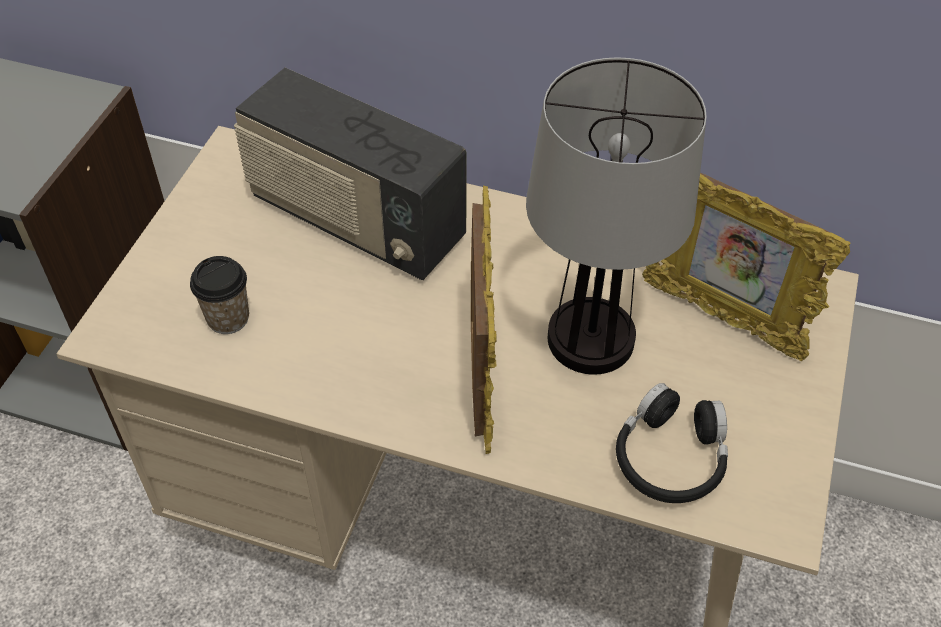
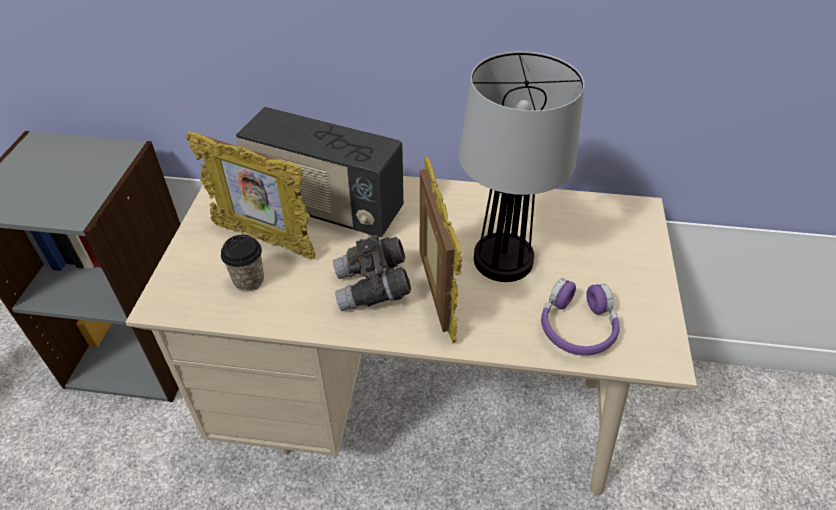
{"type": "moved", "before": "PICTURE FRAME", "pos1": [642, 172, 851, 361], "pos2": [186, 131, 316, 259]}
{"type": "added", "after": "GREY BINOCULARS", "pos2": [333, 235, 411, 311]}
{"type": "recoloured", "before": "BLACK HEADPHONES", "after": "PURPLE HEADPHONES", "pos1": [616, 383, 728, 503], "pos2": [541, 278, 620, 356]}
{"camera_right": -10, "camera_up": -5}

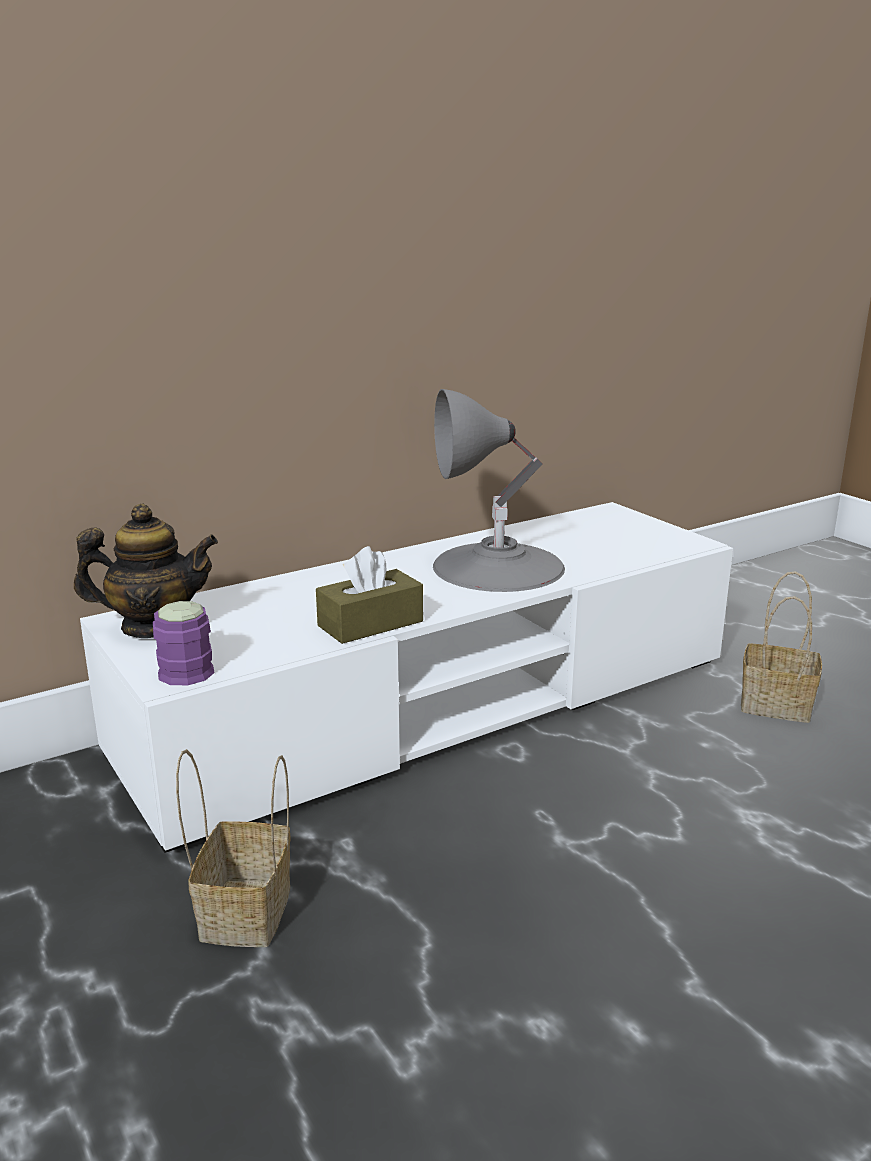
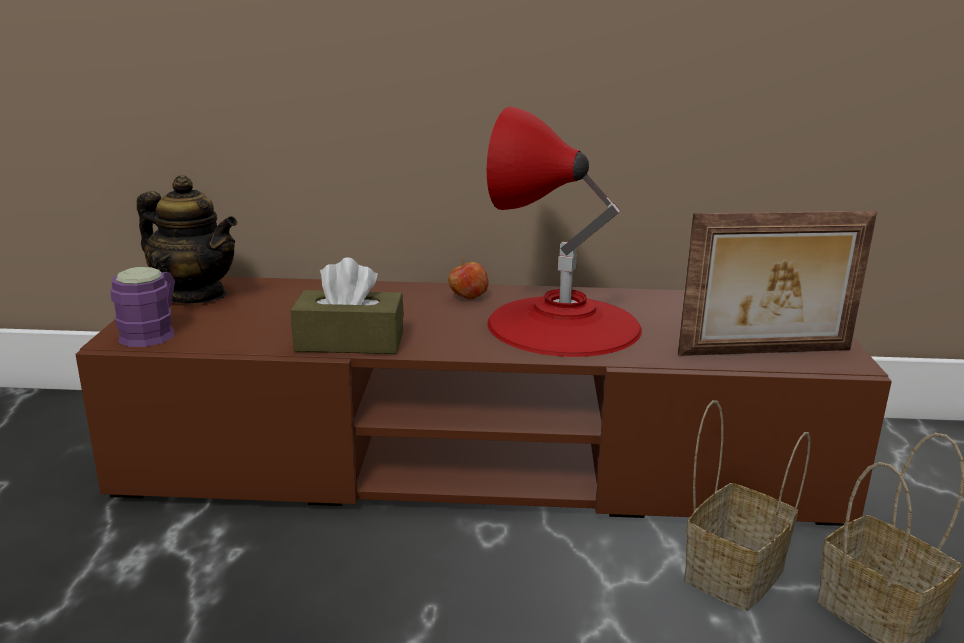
{"type": "recoloured", "before": "WHITE TV STAND", "after": "BROWN TV STAND", "pos1": [80, 502, 733, 853], "pos2": [75, 277, 892, 526]}
{"type": "added", "after": "APPLE", "pos2": [448, 259, 488, 300]}
{"type": "recoloured", "before": "GREY TABLE LAMP", "after": "RED TABLE LAMP", "pos1": [433, 389, 565, 592], "pos2": [487, 106, 642, 357]}
{"type": "added", "after": "PICTURE FRAME", "pos2": [678, 210, 877, 356]}
{"type": "moved", "before": "BASKET", "pos1": [176, 749, 290, 947], "pos2": [684, 400, 811, 611]}
{"camera_right": 35, "camera_up": 0}

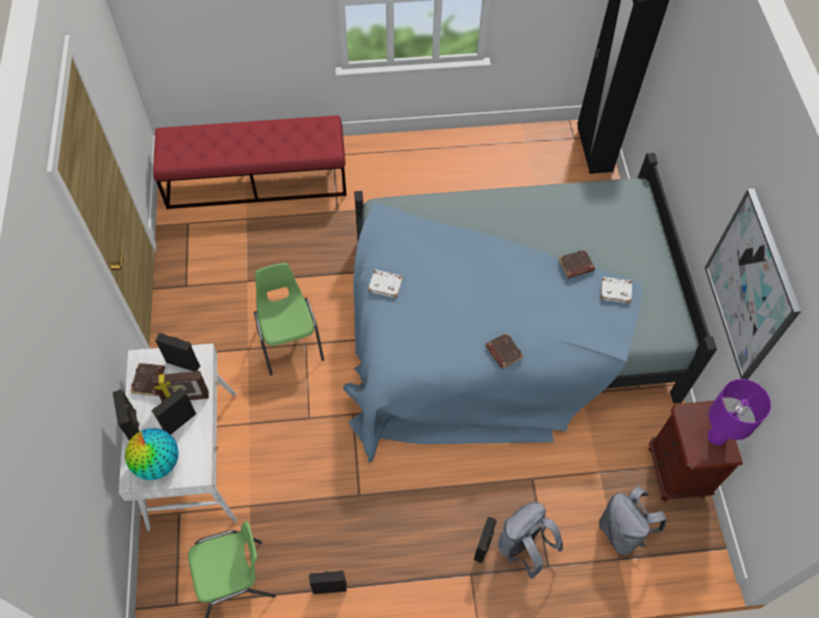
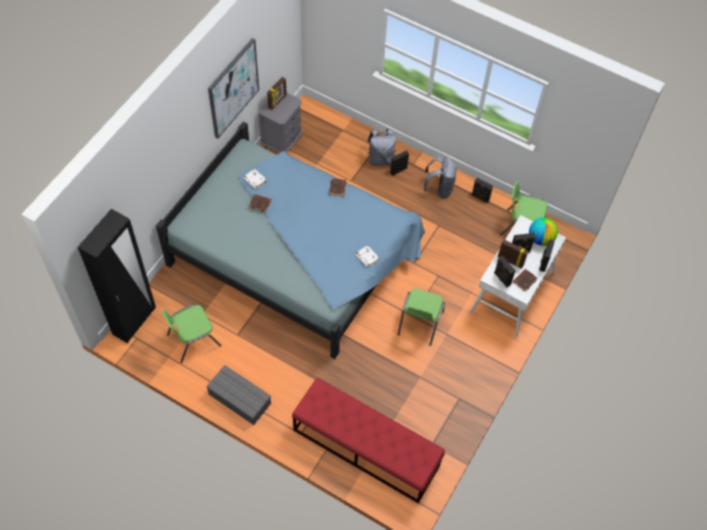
{"type": "added", "after": "GREEN CHAIR", "pos2": [162, 305, 222, 363]}
{"type": "added", "after": "GREY STORAGE BOX", "pos2": [206, 365, 271, 425]}
{"type": "recoloured", "before": "BROWN NIGHTSTAND", "after": "GREY NIGHTSTAND", "pos1": [648, 401, 743, 502], "pos2": [258, 92, 303, 153]}
{"type": "replaced", "before": "PURPLE TABLE LAMP", "after": "PICTURE FRAME", "pos1": [708, 379, 771, 446], "pos2": [267, 77, 287, 110]}
{"type": "moved", "before": "GREY BACKPACK", "pos1": [599, 487, 666, 555], "pos2": [424, 157, 457, 199]}
{"camera_right": -145, "camera_up": 0}

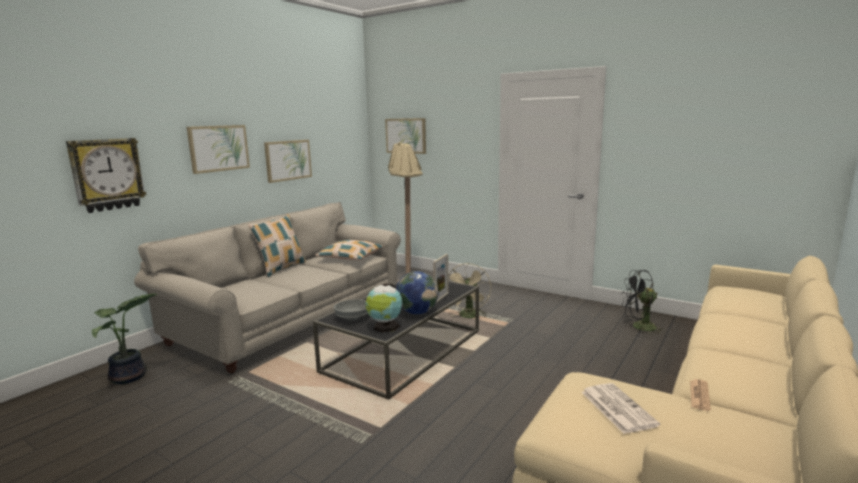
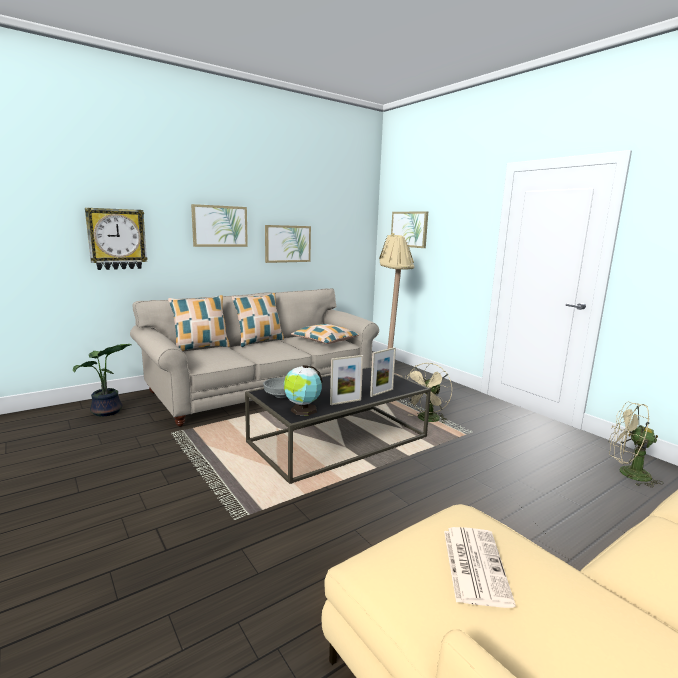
{"type": "added", "after": "PILLOW", "pos2": [168, 295, 230, 351]}
{"type": "replaced", "before": "GLOBE", "after": "PICTURE FRAME", "pos1": [396, 271, 438, 314], "pos2": [330, 355, 363, 405]}
{"type": "recoloured", "before": "BLACK FAN", "after": "BEIGE FAN", "pos1": [621, 270, 665, 335], "pos2": [609, 402, 664, 488]}
{"type": "removed", "before": "NEWSPAPER", "pos1": [690, 379, 711, 411]}
{"camera_right": 20, "camera_up": 0}

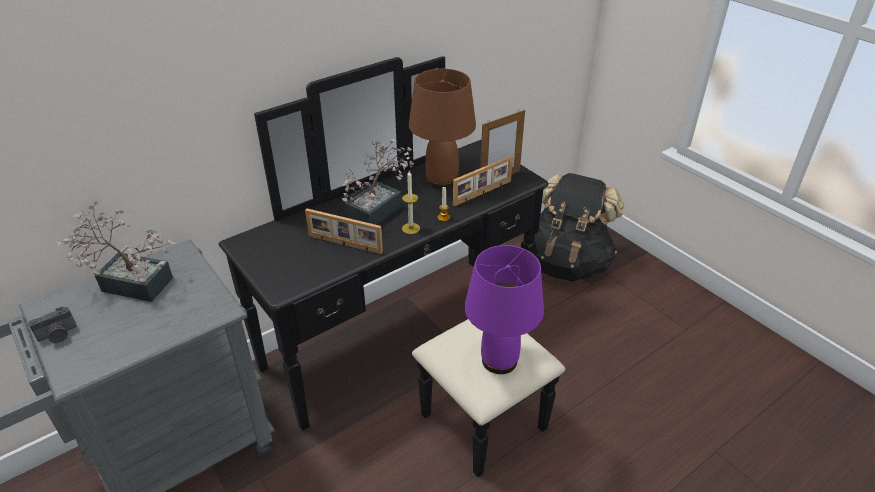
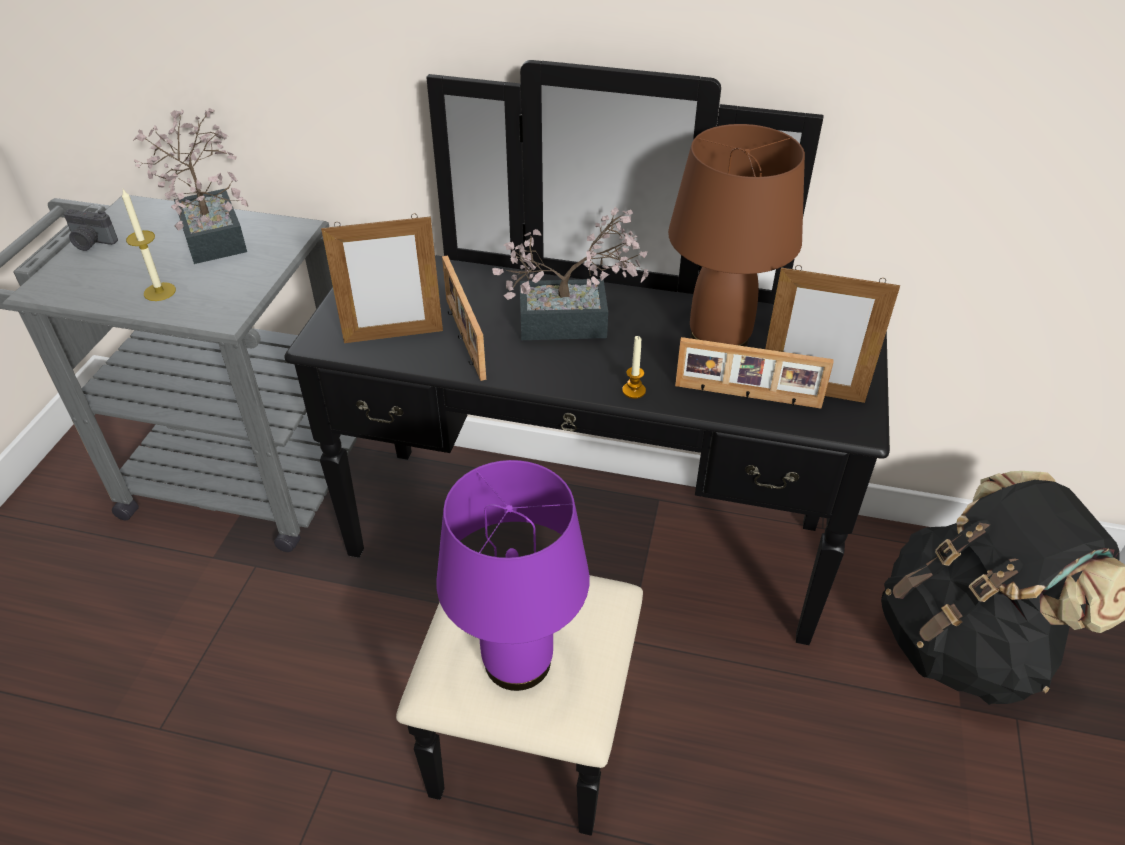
{"type": "moved", "before": "CANDLE", "pos1": [402, 171, 420, 234], "pos2": [122, 189, 176, 301]}
{"type": "added", "after": "PICTURE FRAME", "pos2": [321, 214, 443, 343]}
{"camera_right": 50, "camera_up": 5}

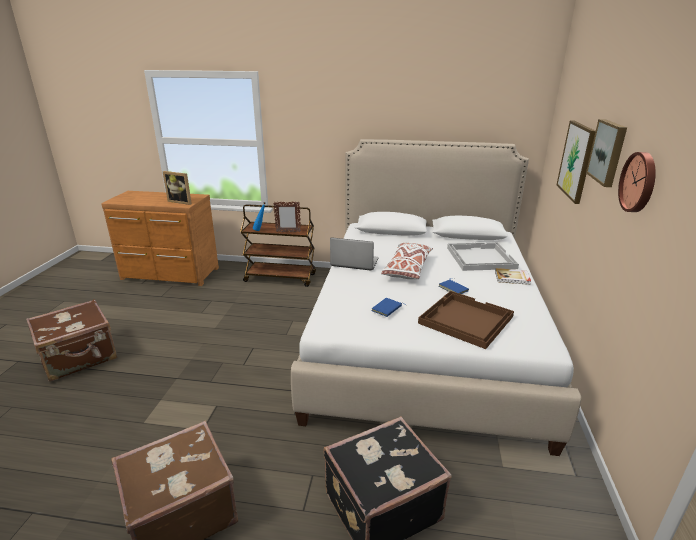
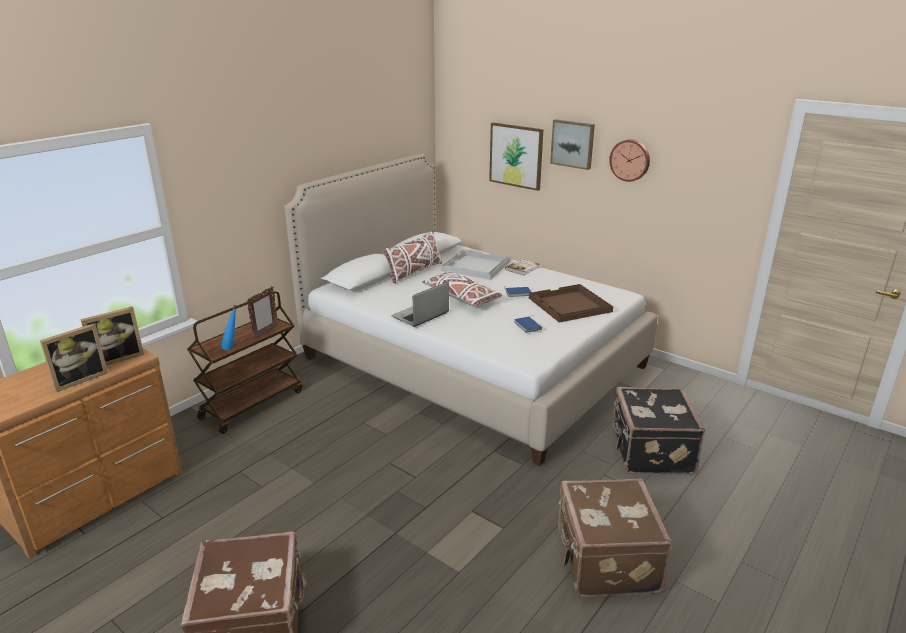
{"type": "added", "after": "PICTURE FRAME", "pos2": [40, 323, 108, 392]}
{"type": "added", "after": "WHITE PILLOW", "pos2": [382, 230, 442, 283]}
{"camera_right": -60, "camera_up": 0}

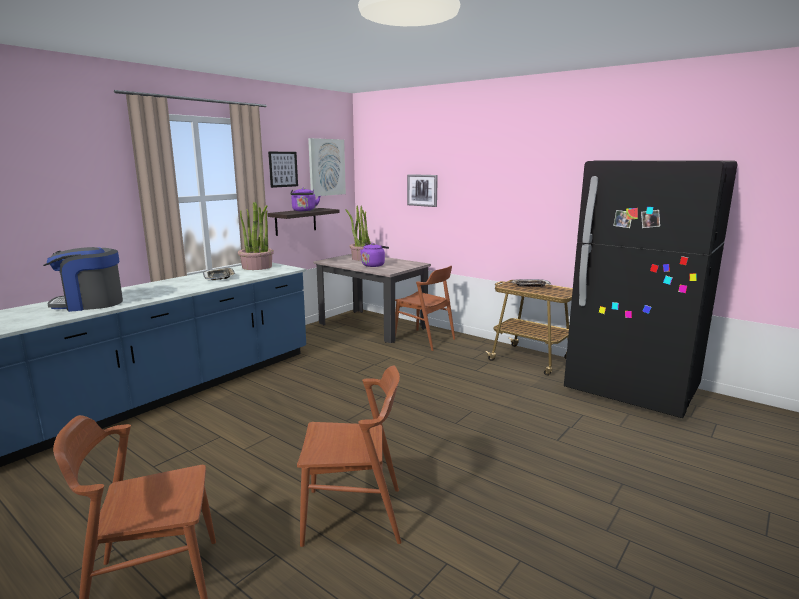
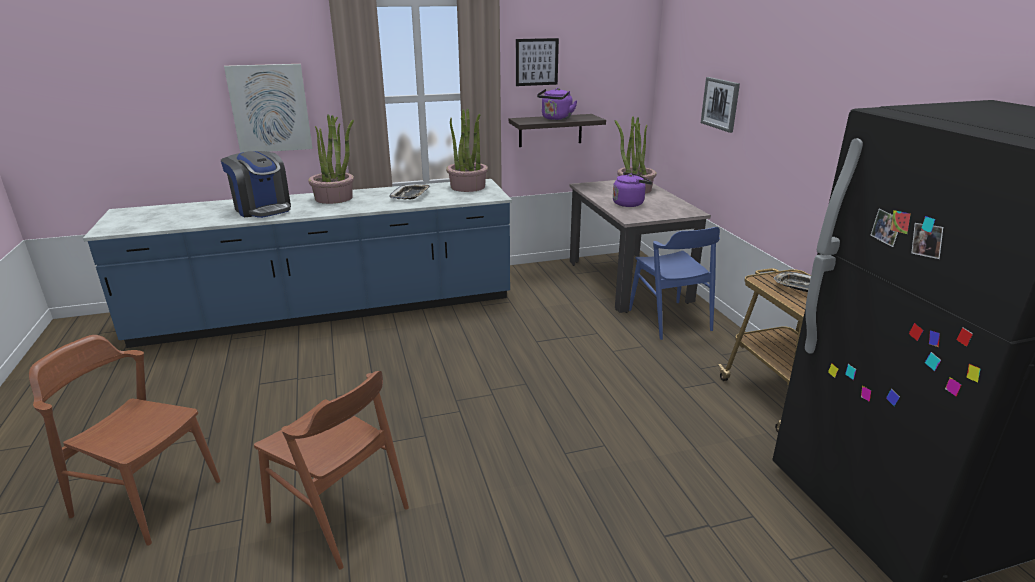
{"type": "turned", "before": "COFFEE MACHINE", "pos1": [43, 247, 123, 312], "pos2": [221, 151, 291, 218], "turn": -150}
{"type": "moved", "before": "PICTURE", "pos1": [308, 138, 346, 196], "pos2": [224, 64, 313, 153]}
{"type": "added", "after": "POTTED PLANT", "pos2": [308, 114, 354, 204]}
{"type": "recoloured", "before": "BROWN CHAIR", "after": "BLUE CHAIR", "pos1": [395, 266, 455, 351], "pos2": [629, 227, 720, 340]}
{"camera_right": 35, "camera_up": 10}

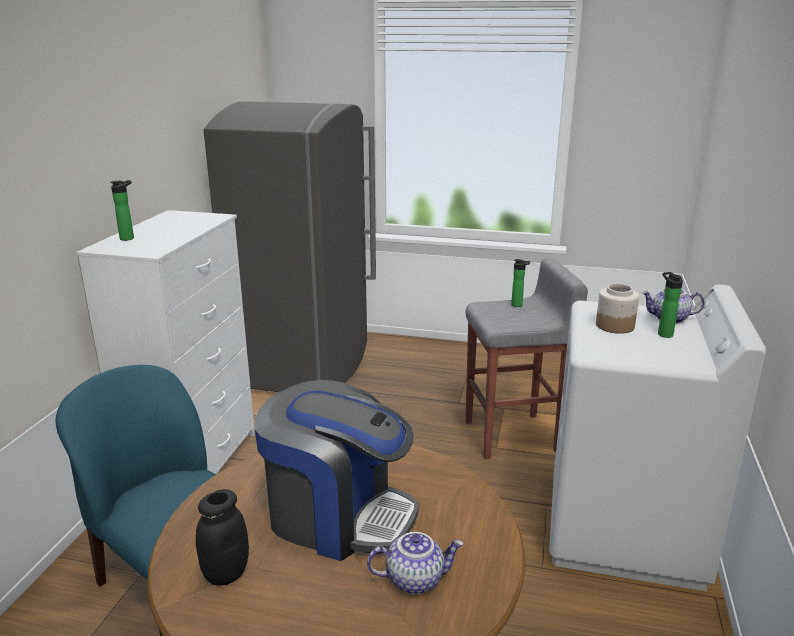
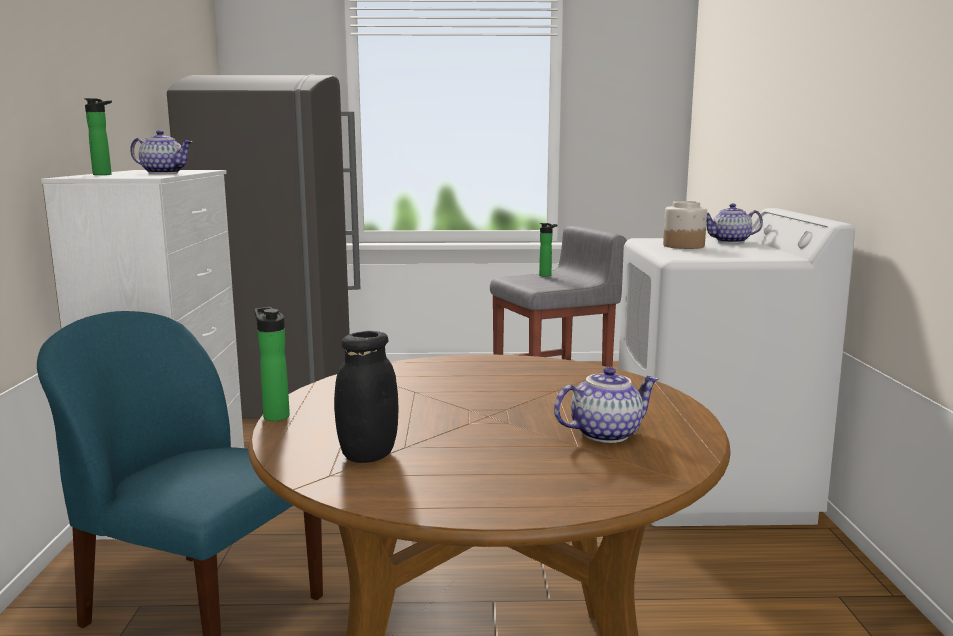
{"type": "added", "after": "TEAPOT", "pos2": [130, 130, 192, 174]}
{"type": "moved", "before": "BOTTLE", "pos1": [658, 272, 683, 338], "pos2": [254, 307, 290, 421]}
{"type": "removed", "before": "COFFEE MACHINE", "pos1": [255, 380, 419, 561]}
{"camera_right": -15, "camera_up": -10}

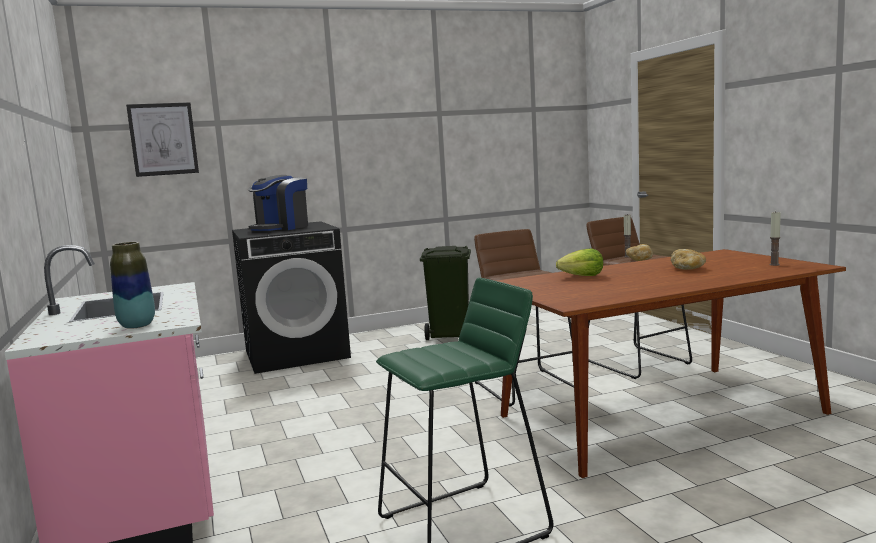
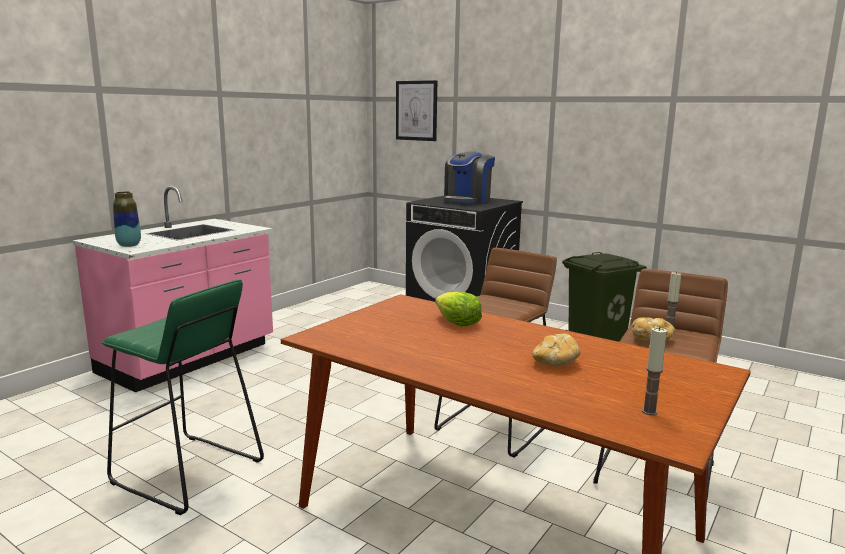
{"type": "turned", "before": "COFFEE MACHINE", "pos1": [248, 175, 308, 231], "pos2": [444, 151, 495, 204], "turn": -60}
{"camera_right": 55, "camera_up": 5}

